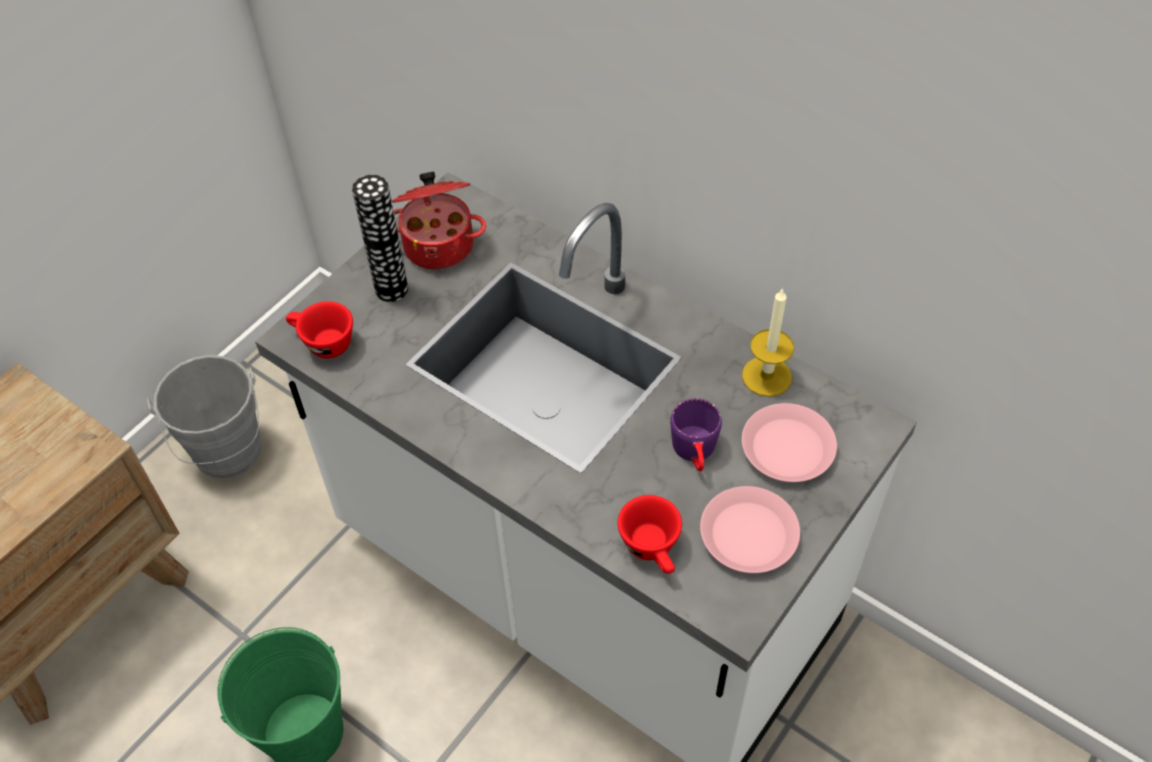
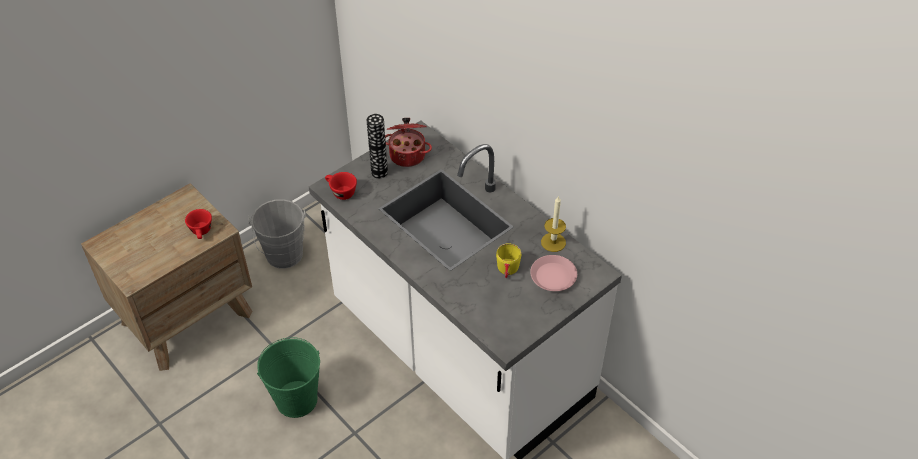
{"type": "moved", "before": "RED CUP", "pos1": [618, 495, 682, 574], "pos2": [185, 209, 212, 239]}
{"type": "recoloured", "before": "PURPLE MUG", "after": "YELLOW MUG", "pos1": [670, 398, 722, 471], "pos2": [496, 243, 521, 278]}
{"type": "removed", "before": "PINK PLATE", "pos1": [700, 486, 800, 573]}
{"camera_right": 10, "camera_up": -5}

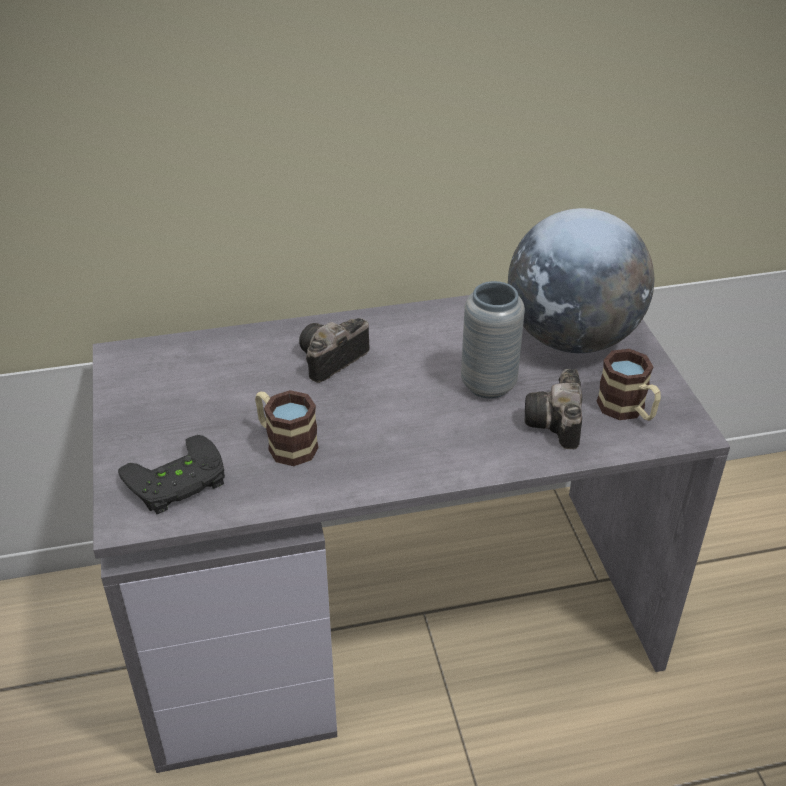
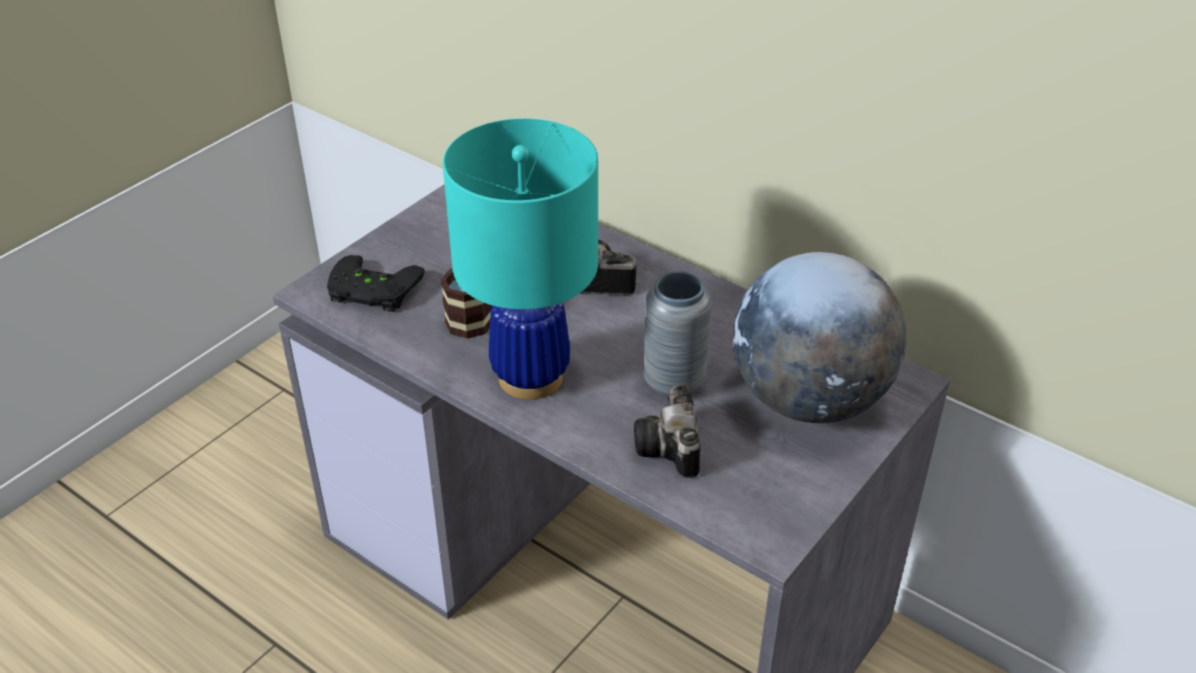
{"type": "added", "after": "TURQUOISE TABLE LAMP", "pos2": [443, 119, 598, 400]}
{"type": "turned", "before": "PHOTO CAMERA", "pos1": [525, 369, 582, 449], "pos2": [634, 385, 700, 478], "turn": -60}
{"type": "removed", "before": "MUG", "pos1": [596, 349, 661, 421]}
{"camera_right": 50, "camera_up": 0}

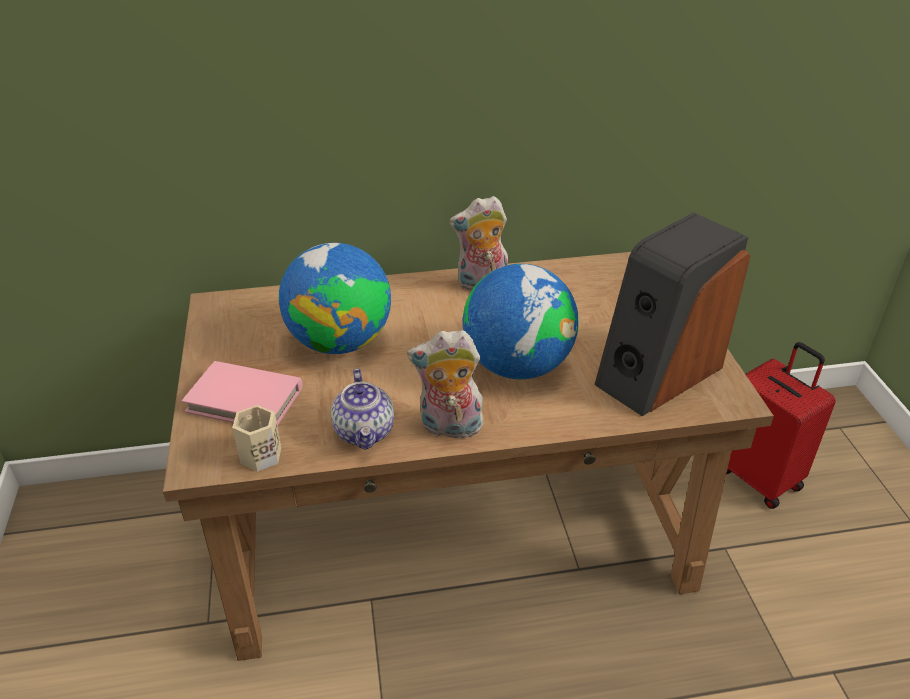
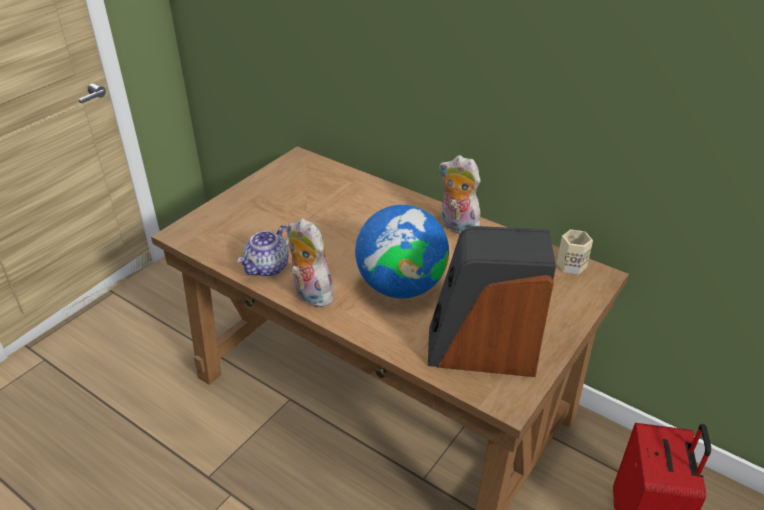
{"type": "moved", "before": "BEIGE MUG", "pos1": [232, 405, 281, 472], "pos2": [557, 229, 593, 275]}
{"type": "removed", "before": "PINK BOOK", "pos1": [182, 361, 302, 426]}
{"type": "removed", "before": "GLOBE", "pos1": [279, 243, 391, 354]}
{"camera_right": 45, "camera_up": 0}

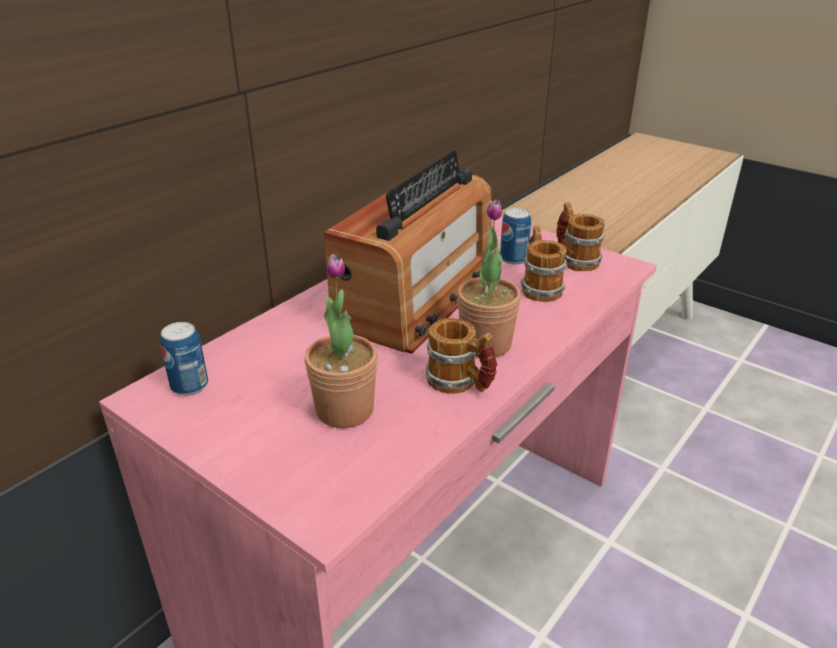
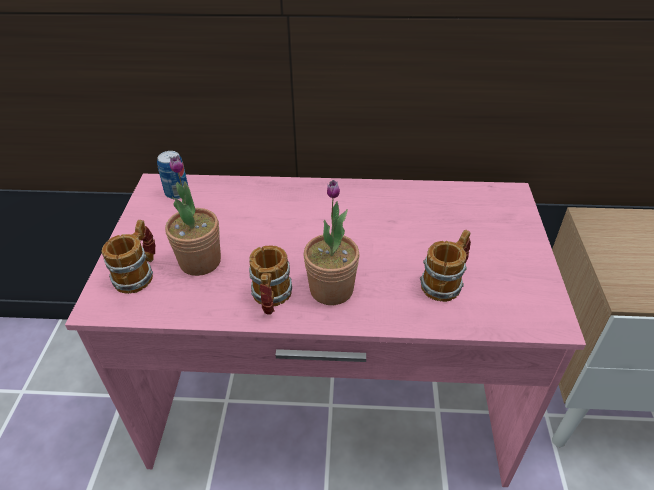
{"type": "moved", "before": "MUG", "pos1": [556, 202, 605, 271], "pos2": [102, 220, 156, 294]}
{"type": "removed", "before": "RADIO", "pos1": [324, 151, 491, 354]}
{"type": "removed", "before": "CAN", "pos1": [500, 208, 531, 265]}
{"camera_right": 55, "camera_up": 10}

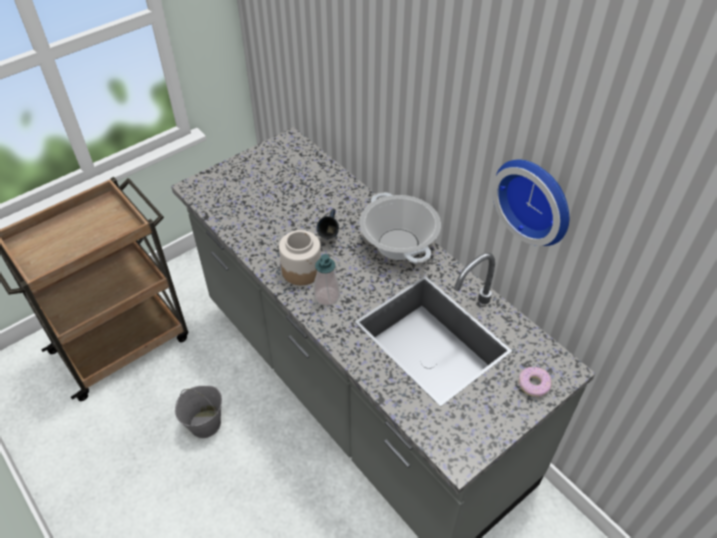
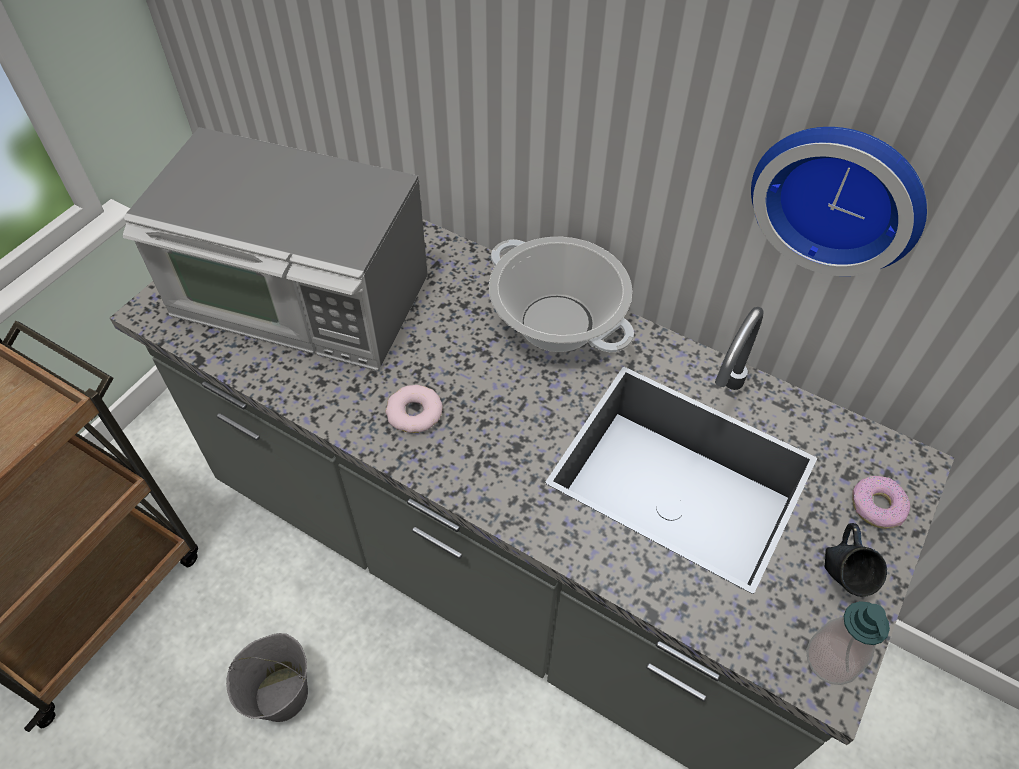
{"type": "added", "after": "MICROWAVE", "pos2": [123, 127, 428, 371]}
{"type": "replaced", "before": "JAR", "after": "DONUT", "pos1": [279, 230, 321, 285], "pos2": [385, 385, 443, 433]}
{"type": "moved", "before": "SOAP DISPENSER", "pos1": [314, 254, 340, 306], "pos2": [806, 601, 890, 685]}
{"type": "moved", "before": "BLUE MUG", "pos1": [316, 209, 339, 239], "pos2": [825, 523, 887, 597]}
{"camera_right": -20, "camera_up": 5}

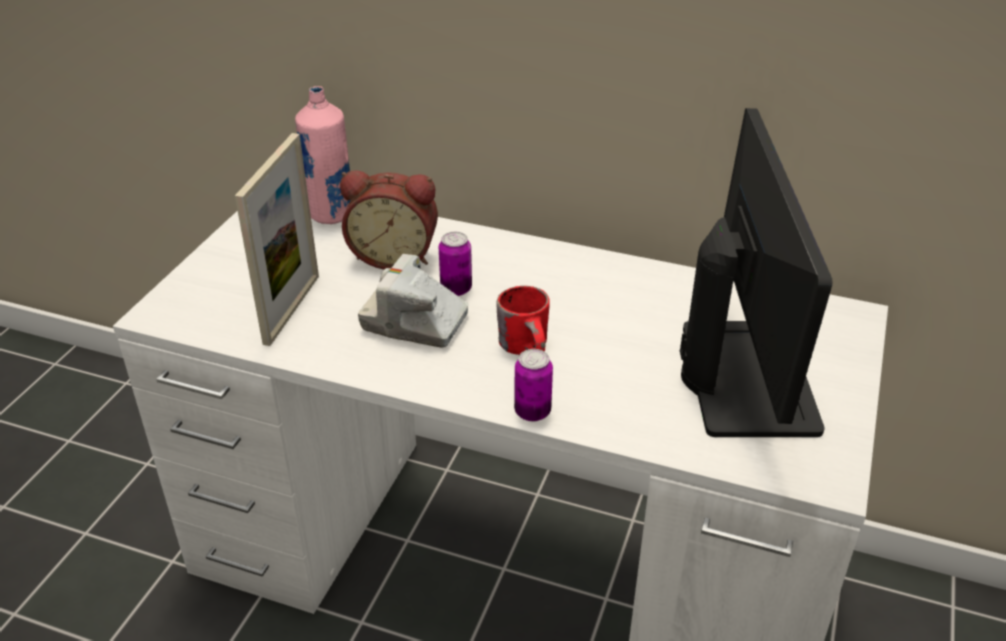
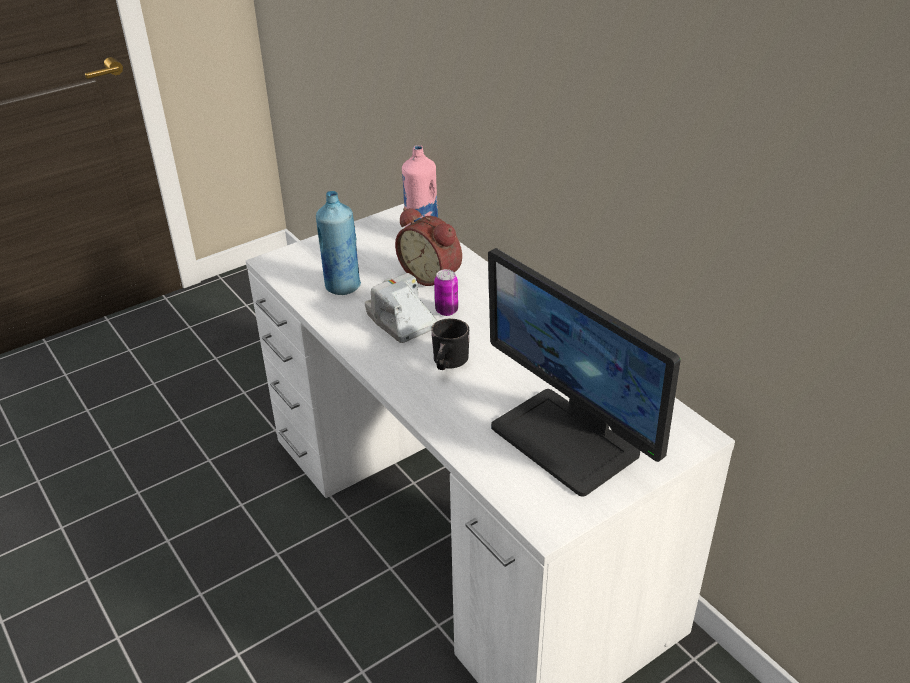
{"type": "replaced", "before": "PICTURE FRAME", "after": "BLUE BOTTLE", "pos1": [235, 133, 319, 346], "pos2": [316, 191, 361, 295]}
{"type": "recoloured", "before": "RED MUG", "after": "BLACK MUG", "pos1": [496, 286, 550, 355], "pos2": [431, 318, 469, 370]}
{"type": "turned", "before": "MONITOR", "pos1": [680, 108, 832, 437], "pos2": [488, 248, 681, 497], "turn": 105}
{"type": "removed", "before": "CAN", "pos1": [514, 349, 553, 421]}
{"camera_right": 35, "camera_up": 0}

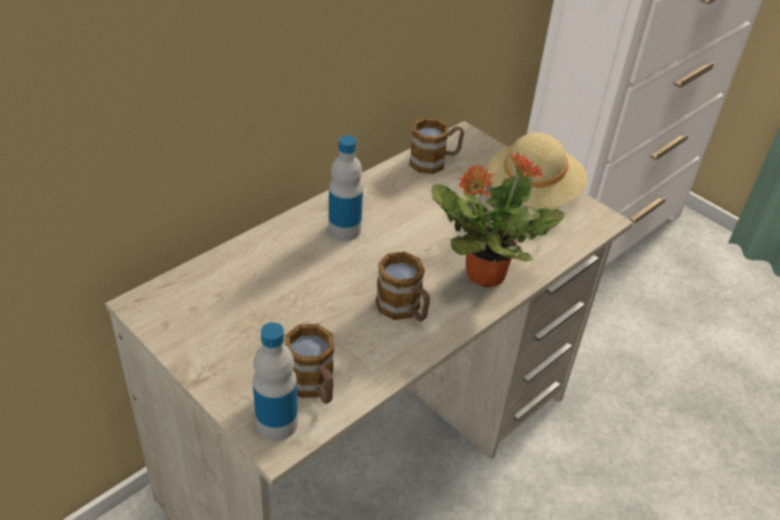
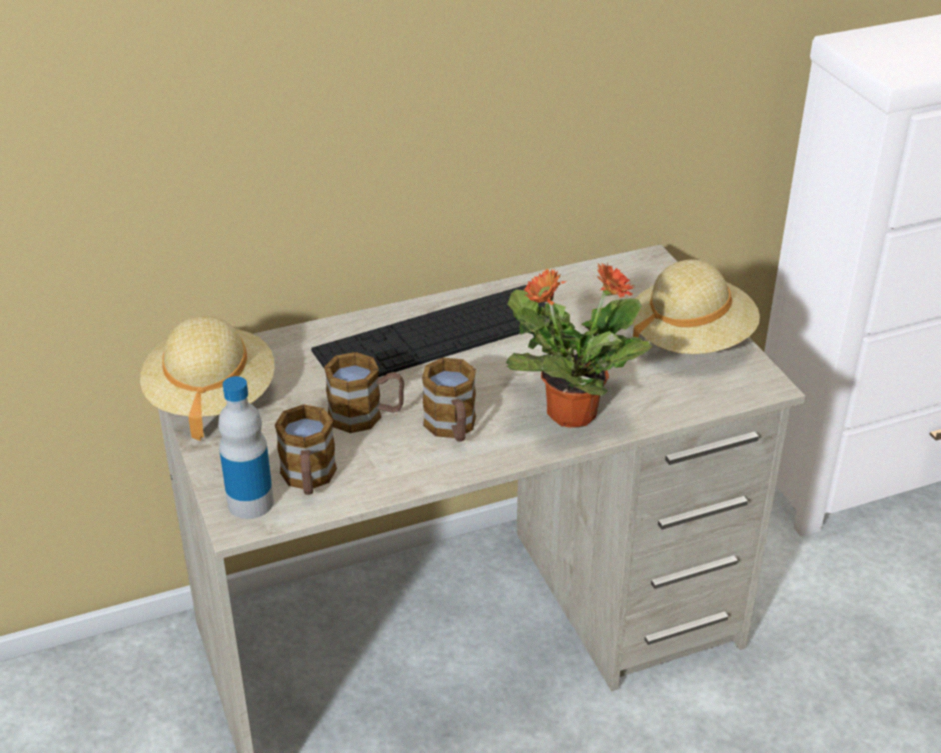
{"type": "added", "after": "BEIGE HAT", "pos2": [140, 316, 275, 441]}
{"type": "replaced", "before": "BOTTLE", "after": "KEYBOARD", "pos1": [328, 135, 363, 241], "pos2": [311, 285, 546, 377]}
{"type": "moved", "before": "MUG", "pos1": [409, 118, 464, 174], "pos2": [324, 352, 404, 433]}
{"camera_right": 25, "camera_up": -5}

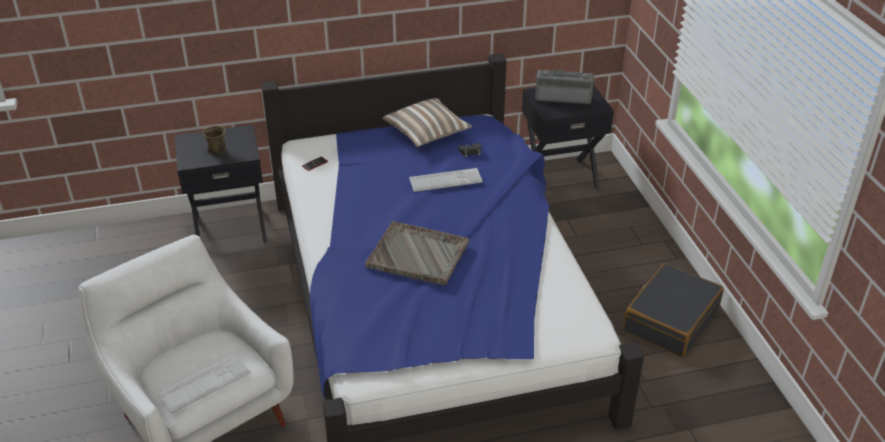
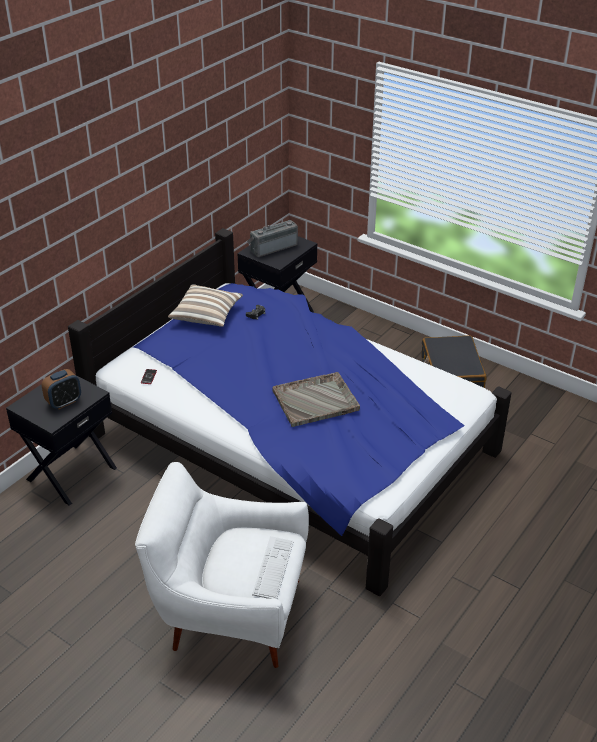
{"type": "replaced", "before": "BROWN MUG", "after": "ALARM CLOCK", "pos1": [202, 126, 227, 156], "pos2": [42, 369, 81, 409]}
{"type": "removed", "before": "KEYBOARD", "pos1": [409, 168, 483, 192]}
{"camera_right": -40, "camera_up": 0}

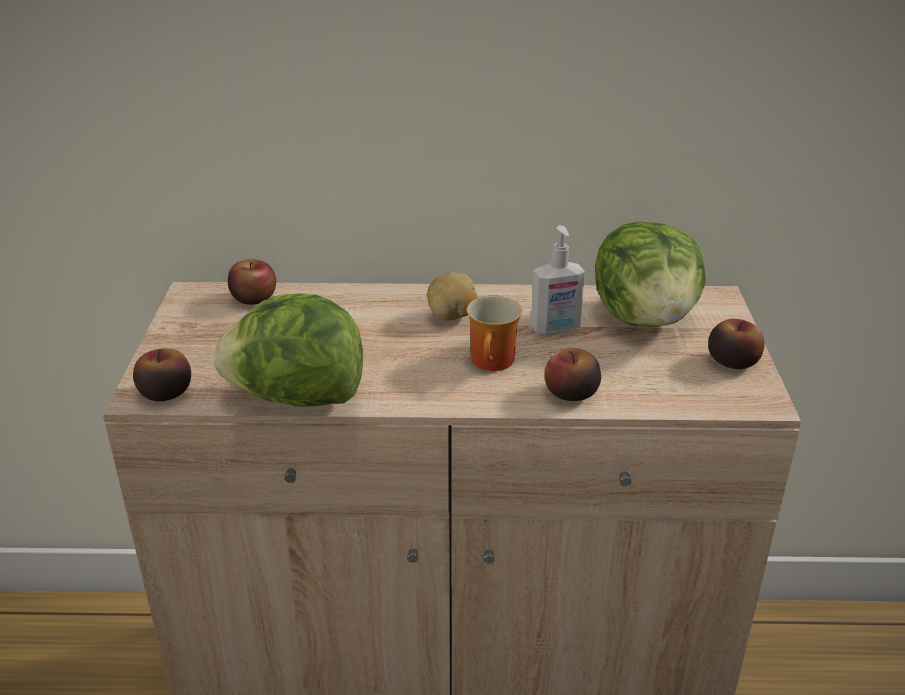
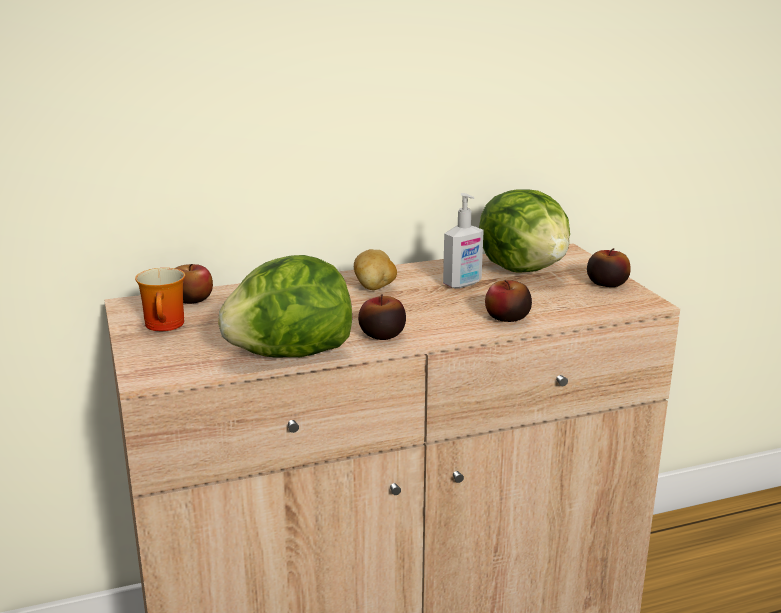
{"type": "moved", "before": "MUG", "pos1": [467, 296, 522, 371], "pos2": [135, 268, 185, 331]}
{"type": "moved", "before": "APPLE", "pos1": [133, 348, 191, 401], "pos2": [358, 294, 406, 340]}
{"camera_right": -20, "camera_up": -10}

